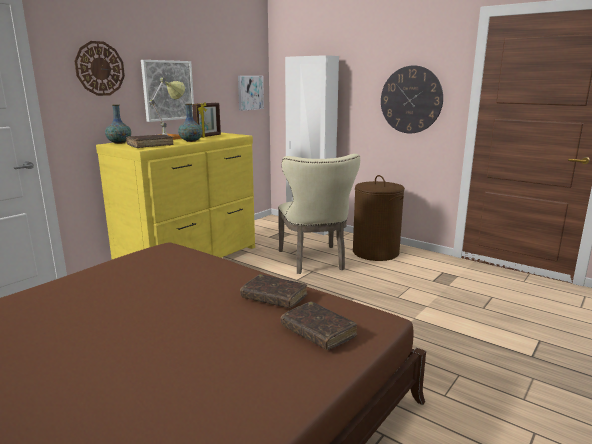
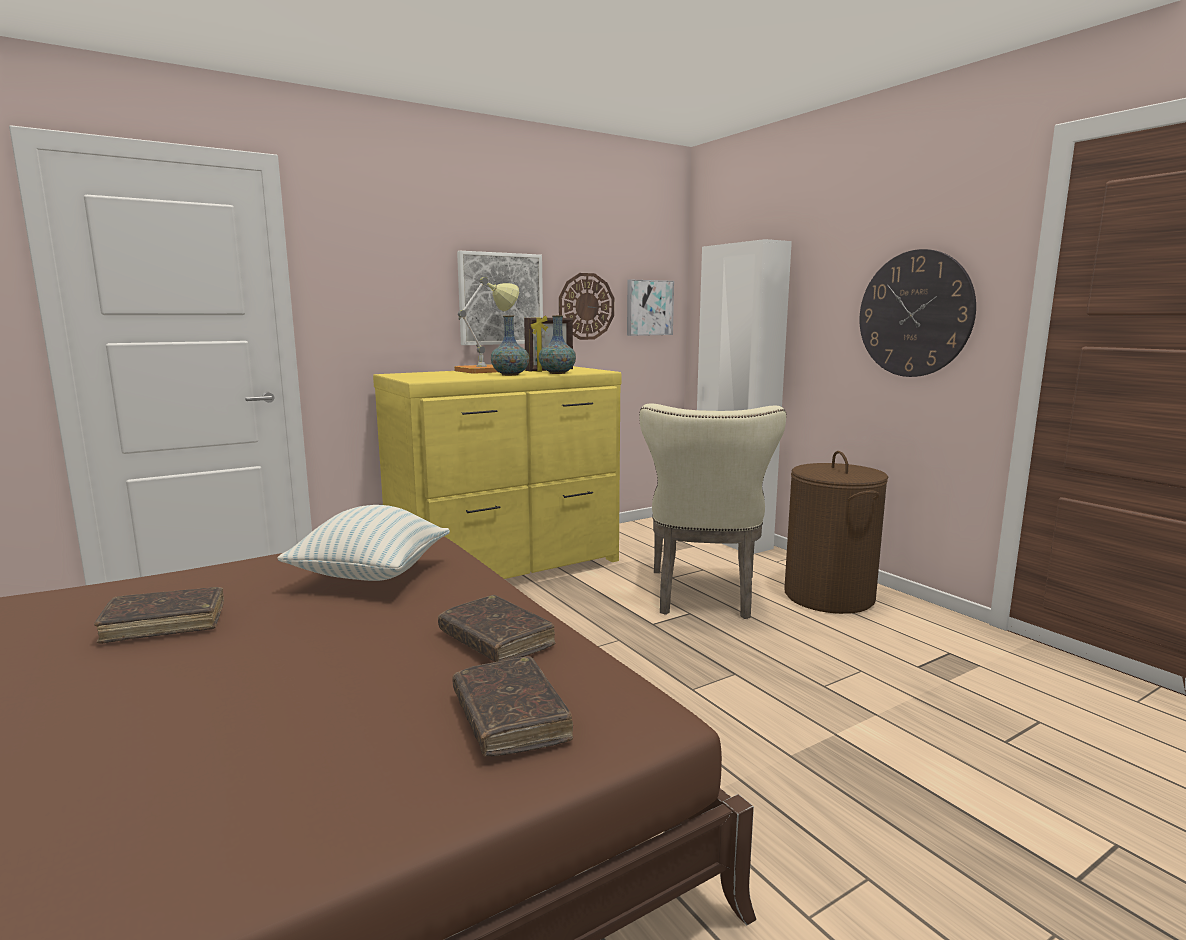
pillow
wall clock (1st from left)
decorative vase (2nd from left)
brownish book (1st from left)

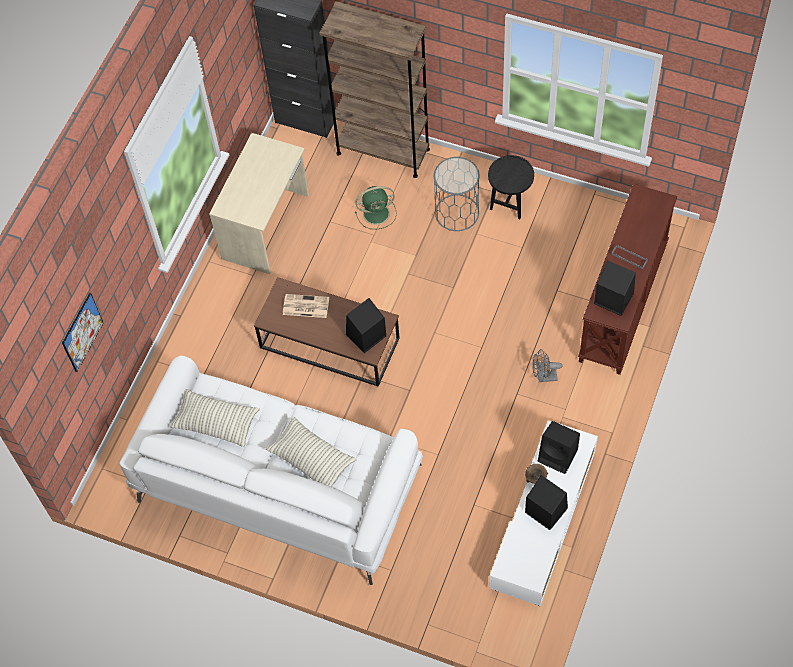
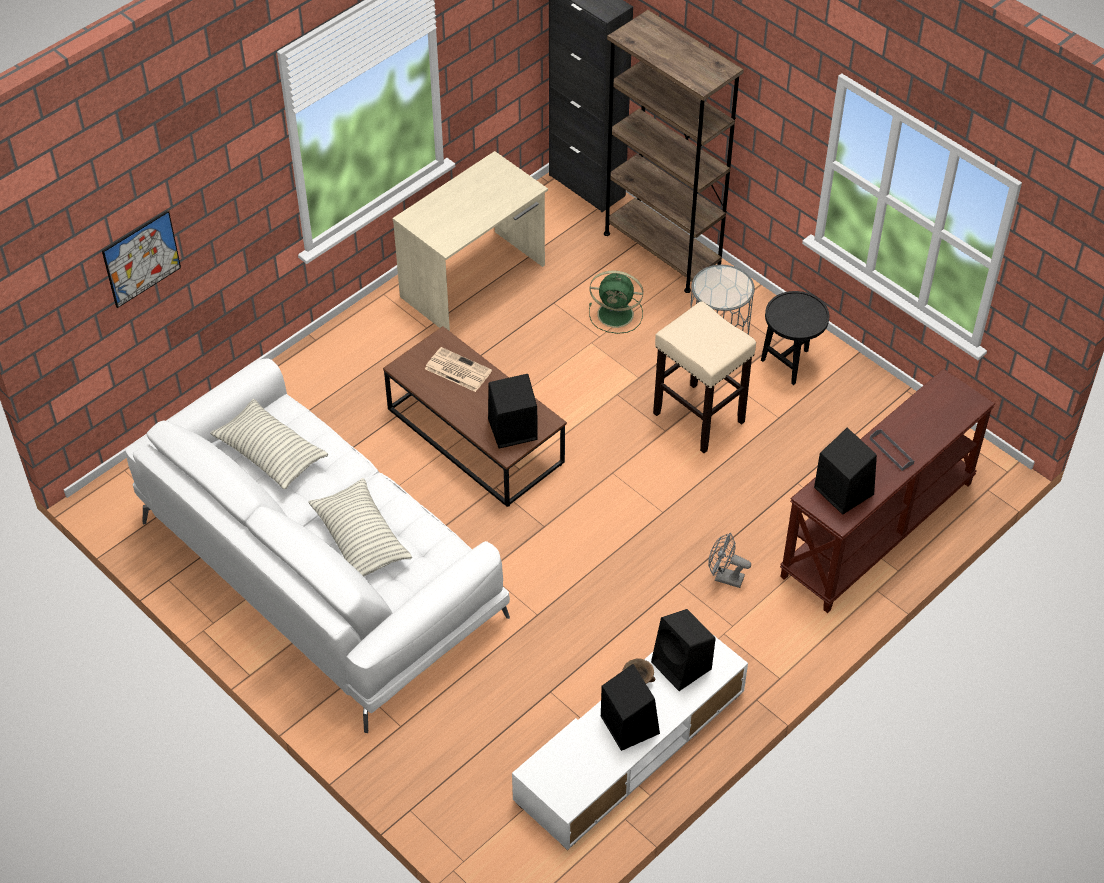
beige stool seat

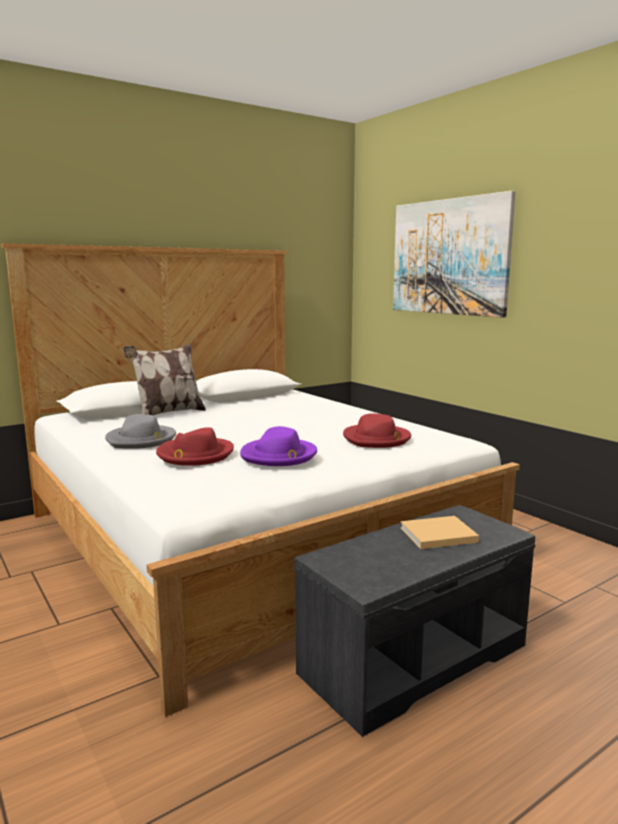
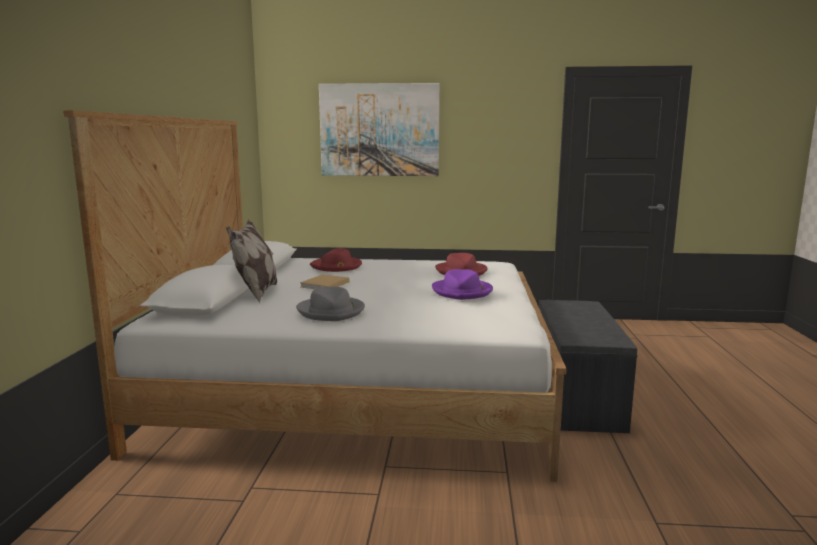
reddish wearable hat (1st from left)
beige book

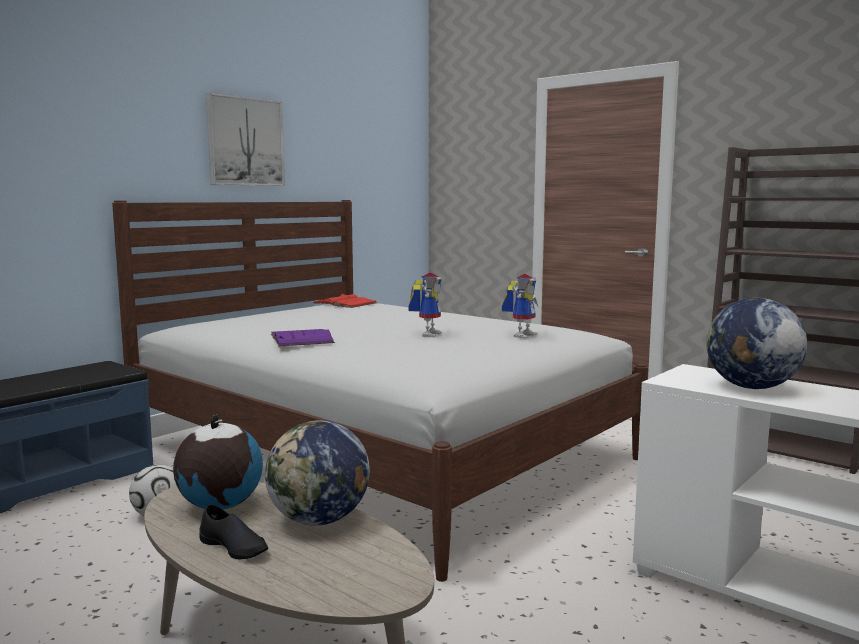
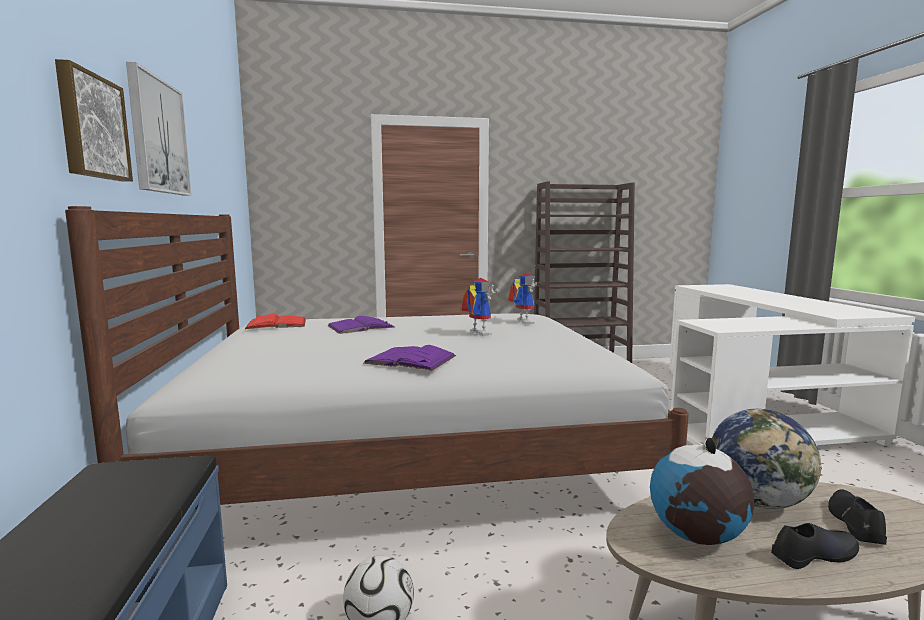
world globe (3rd from left in the first image)
wall art (1st from left)
purple-coloured book (1st from left)
blackish item of footwear (2nd from left)

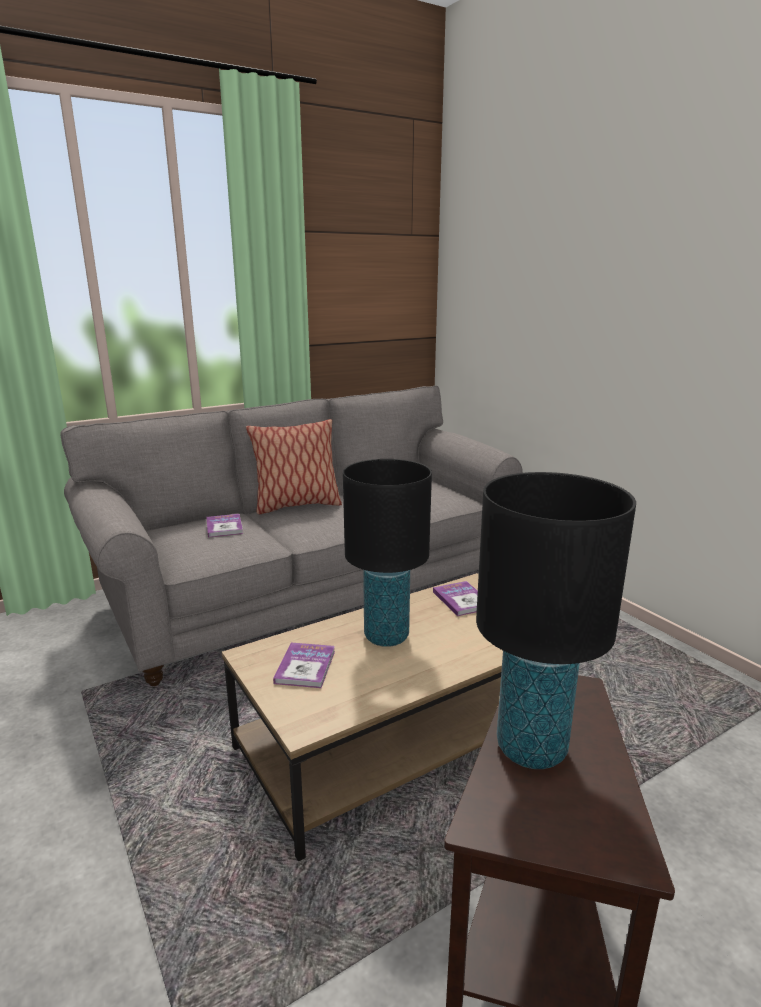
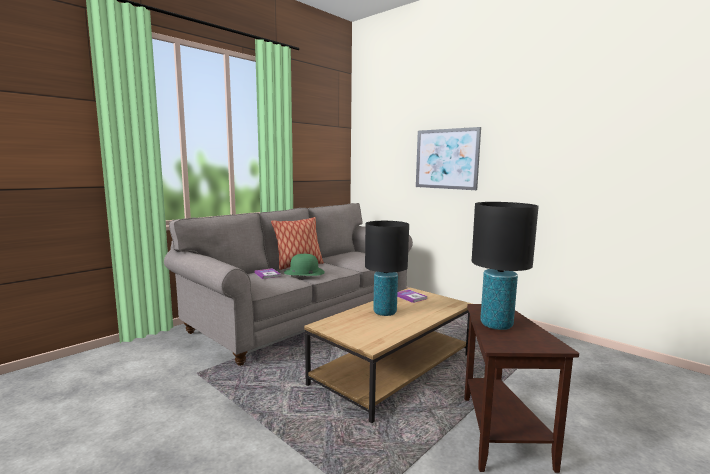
book (2nd from left in the first image)
green-coloured wearable hat
wall art

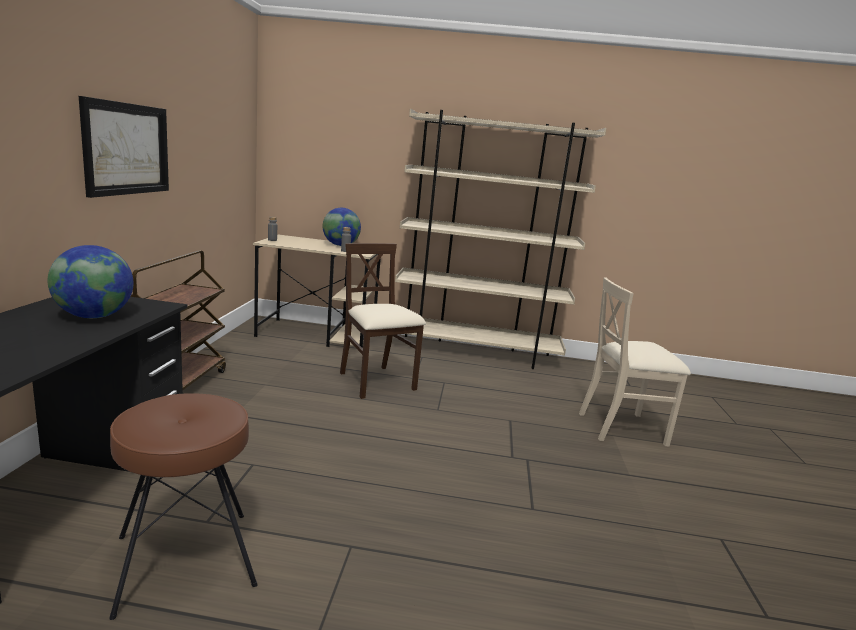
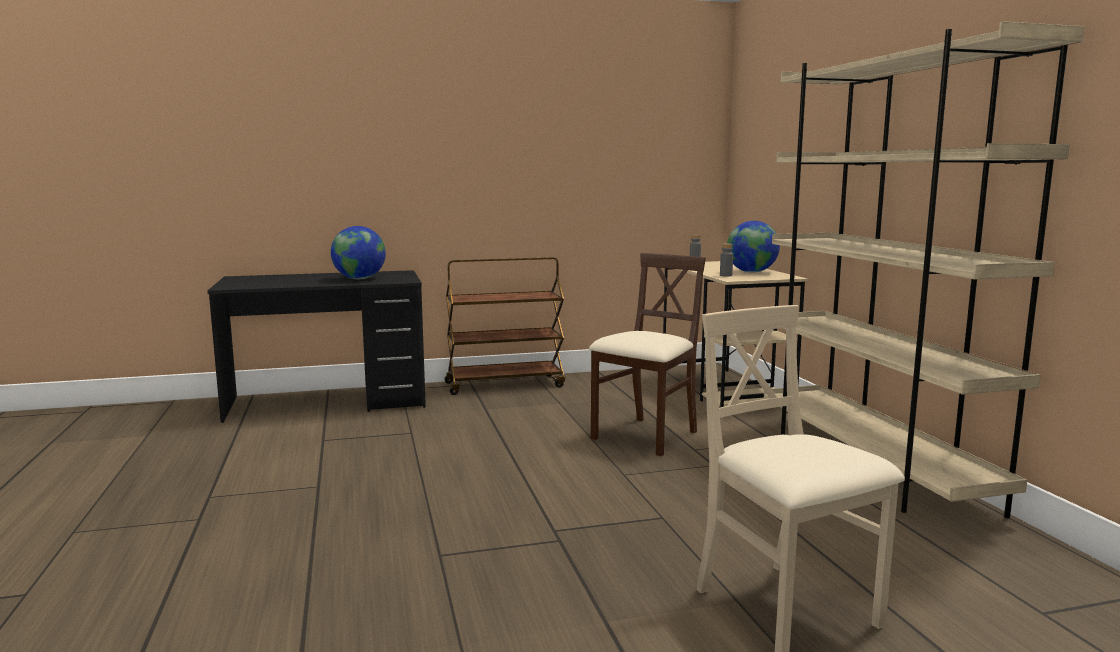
wall art
brownish stool seat

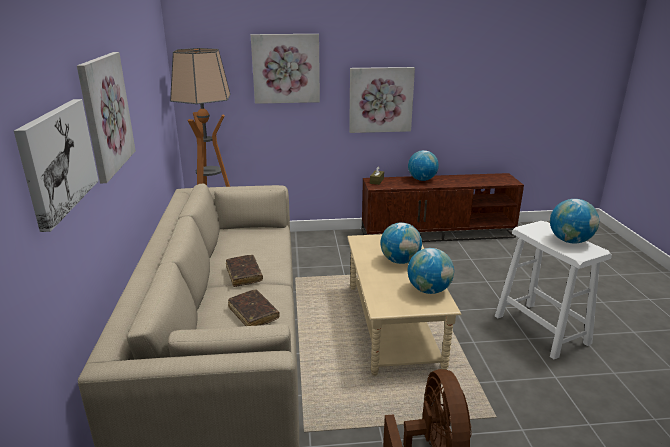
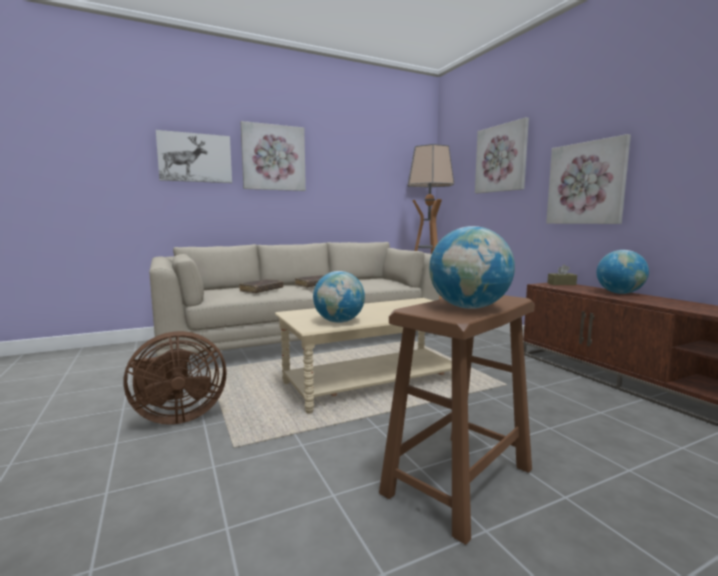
world globe (1st from left in the first image)
brownish stool seat

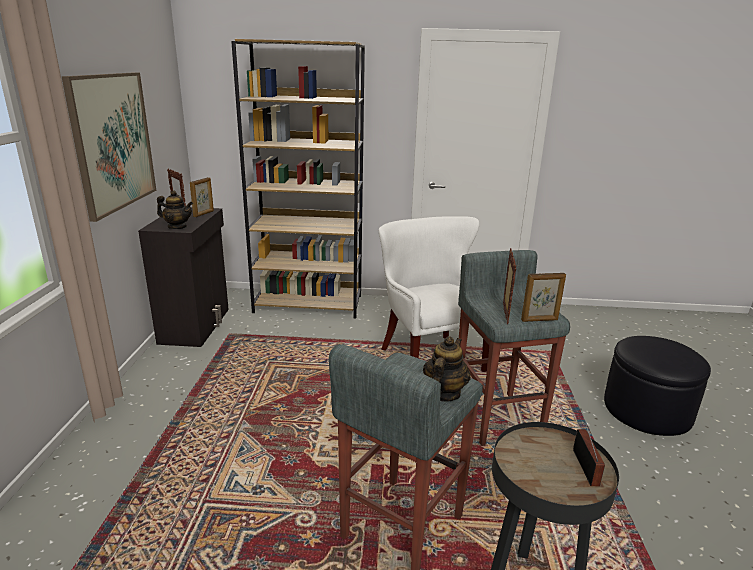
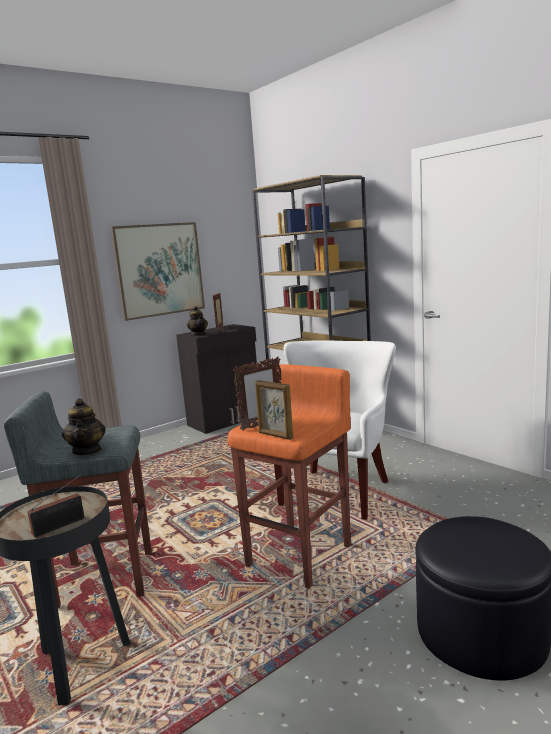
photo frame (2nd from left in the first image)
orange stool seat
tea pot (1st from left)

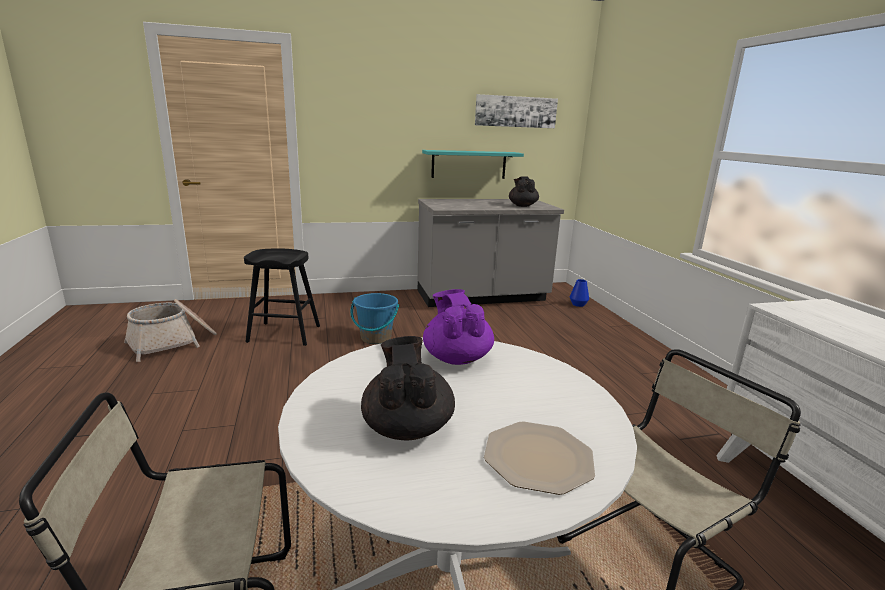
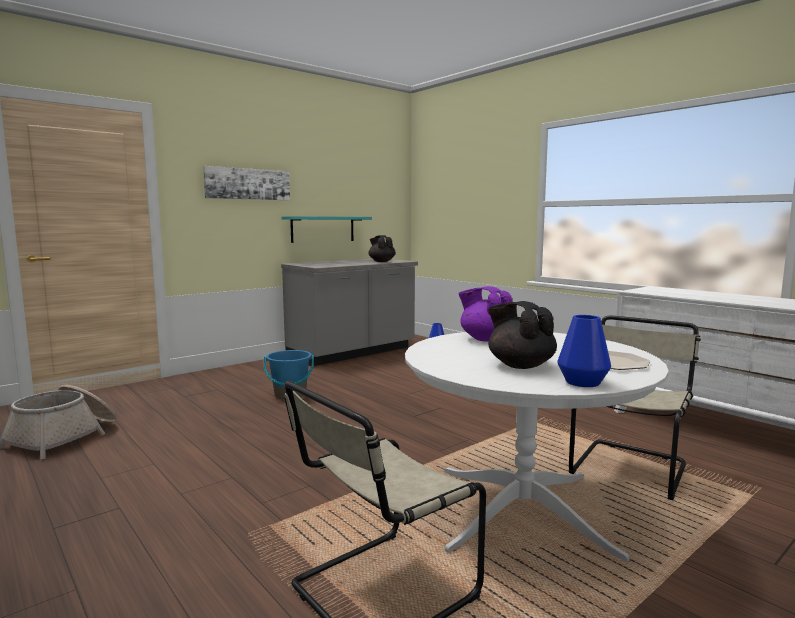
blackish stool seat
blue-coloured decorative vase (2nd from left)
wall art

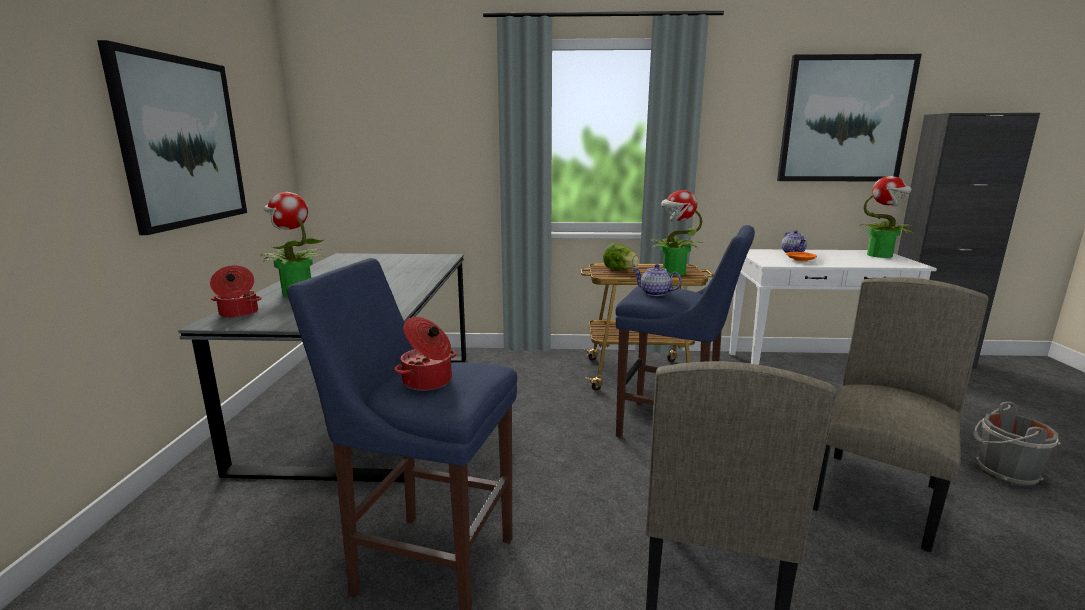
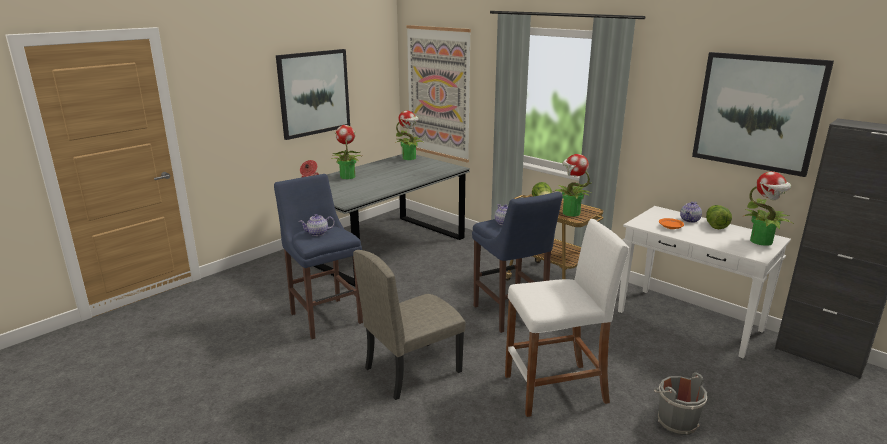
houseplant (2nd from left)
wall art (2nd from left)
lettuce head (2nd from left)
tea pot (1st from left)
white-coloured stool seat

